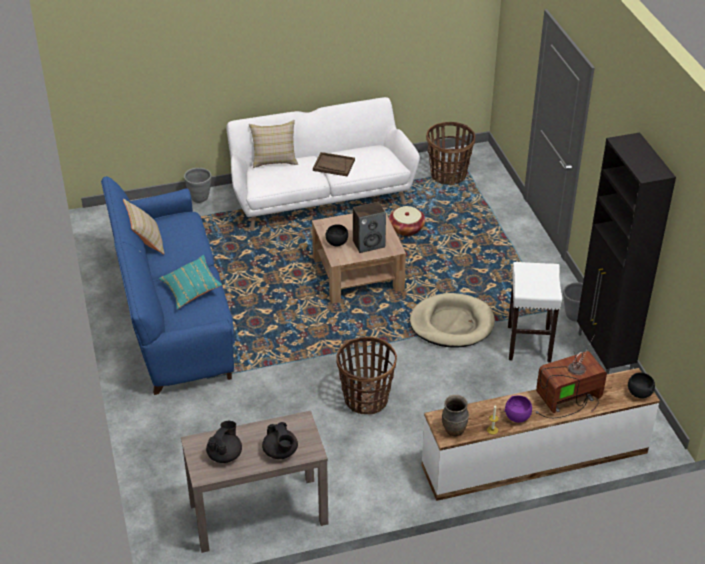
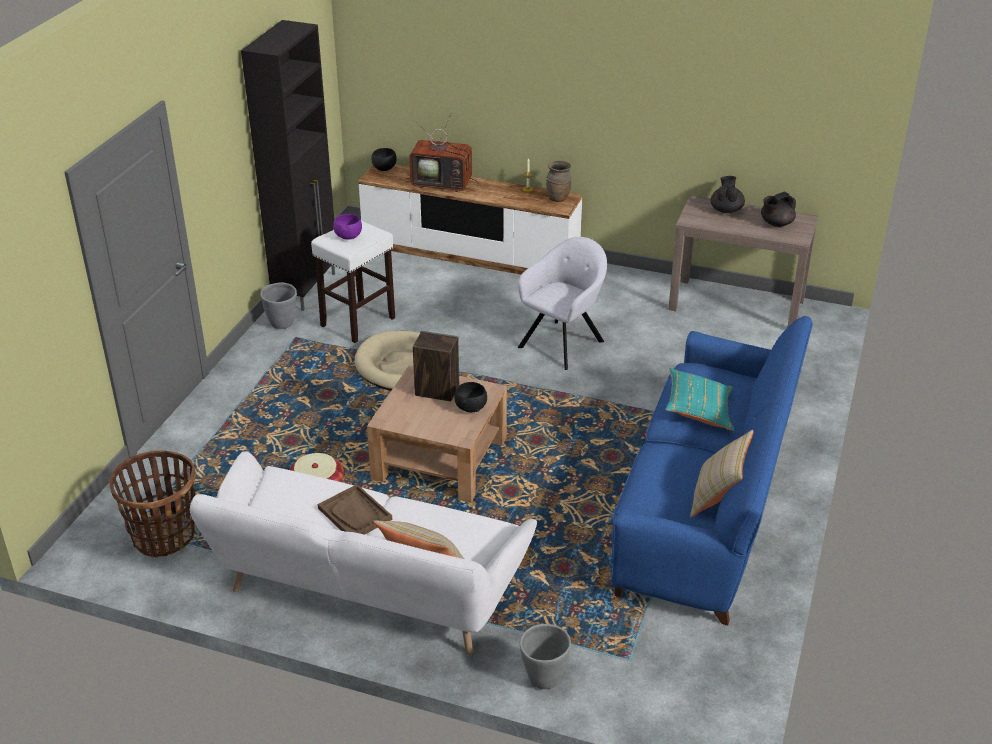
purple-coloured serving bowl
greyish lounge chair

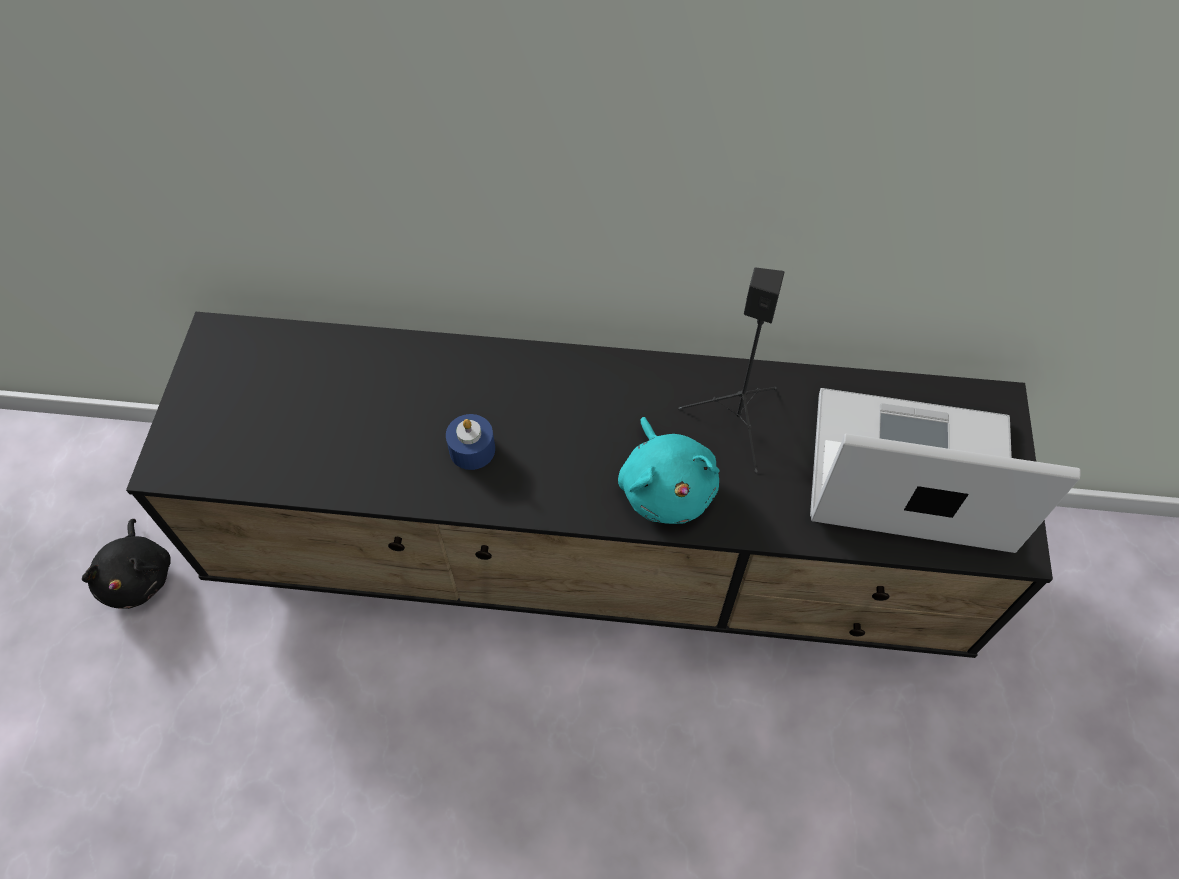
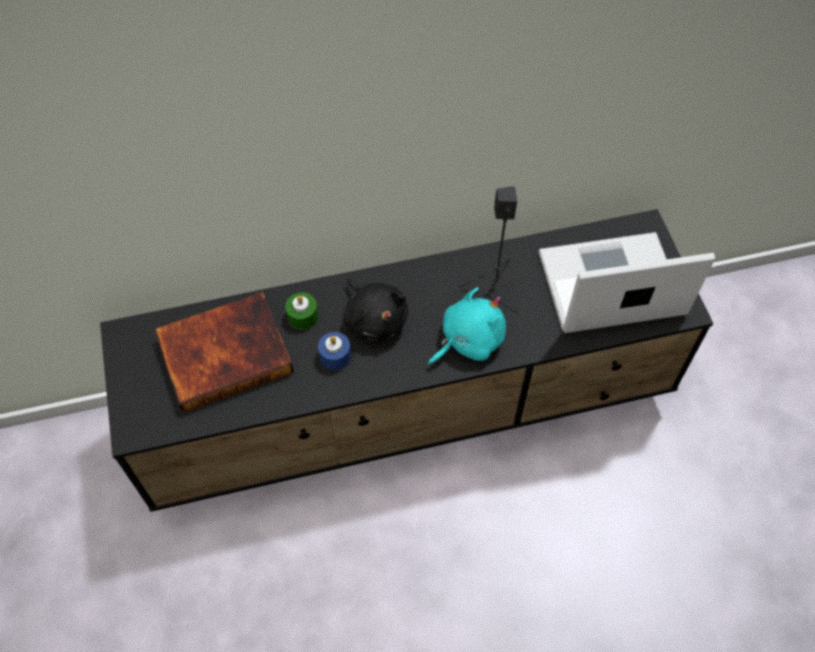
book
green-coloured wax candle
blackish plush toy
blue-green plush toy

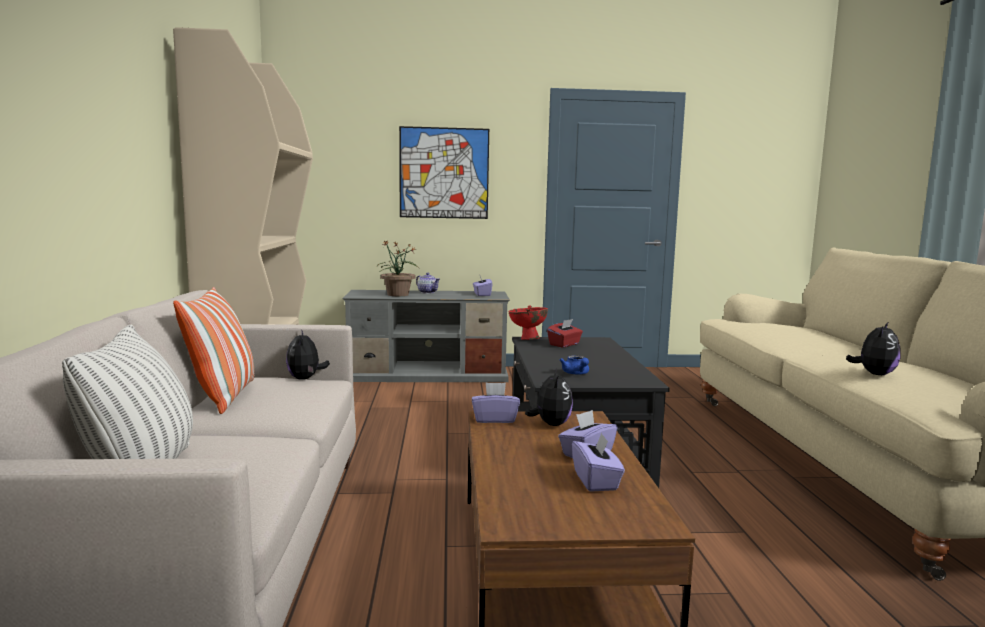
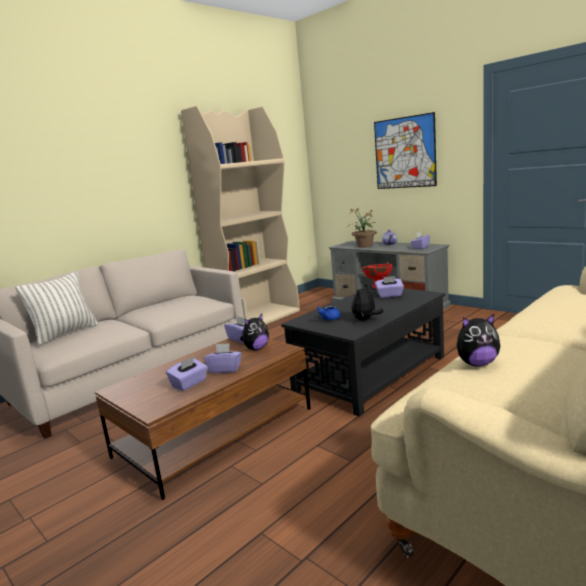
pillow (2nd from left in the first image)
plush toy (2nd from left)
purple-coloured tissue holder (4th from left)

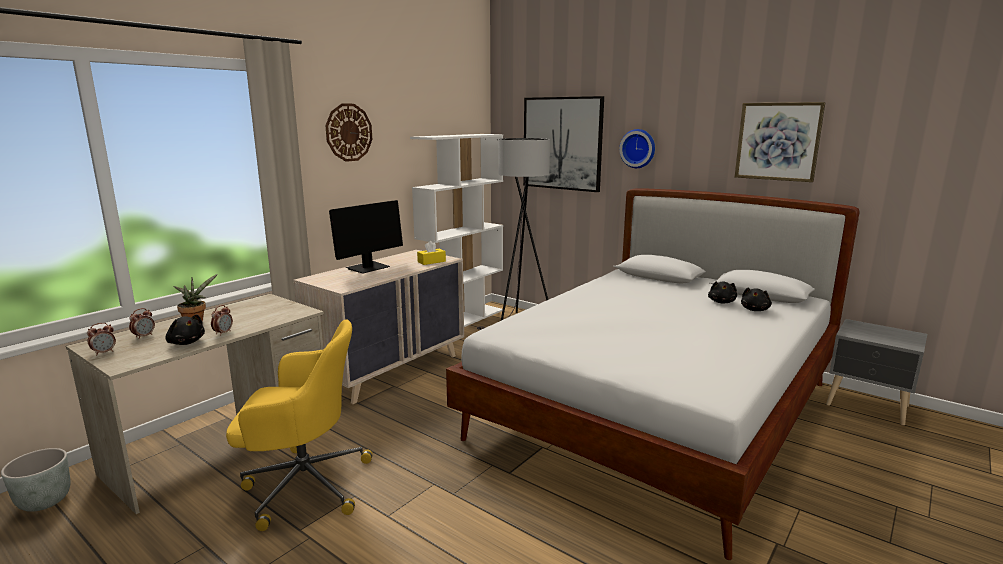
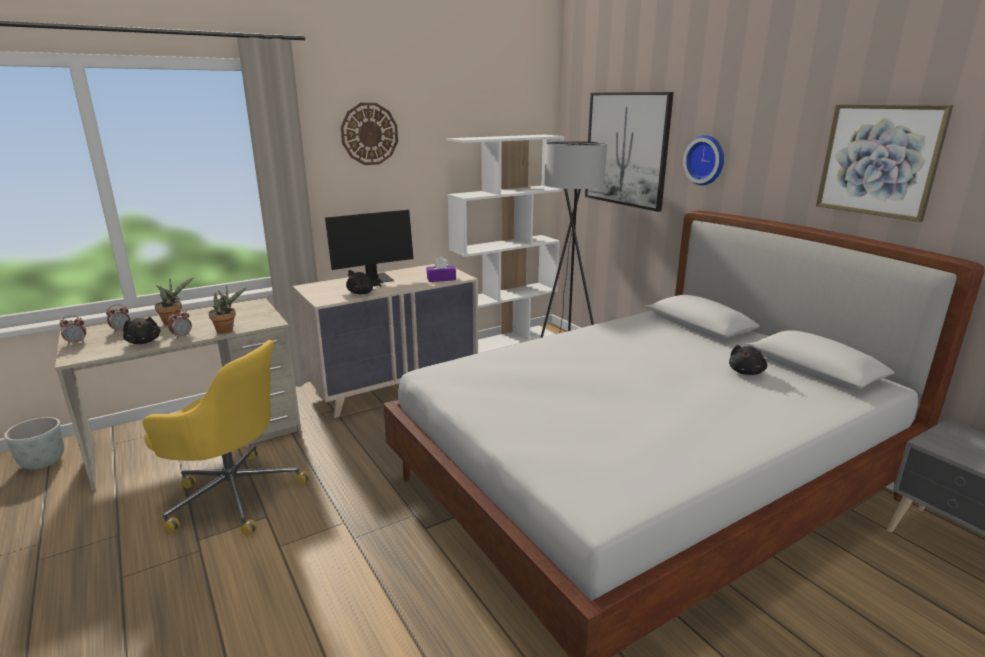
houseplant (2nd from left)
blackish plush toy (2nd from left)
purple-coloured tissue holder

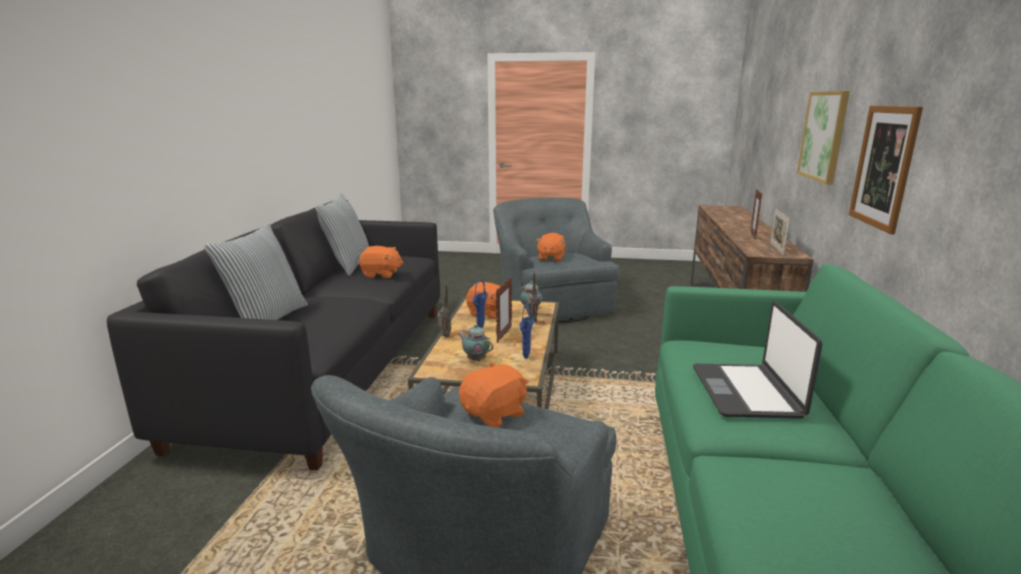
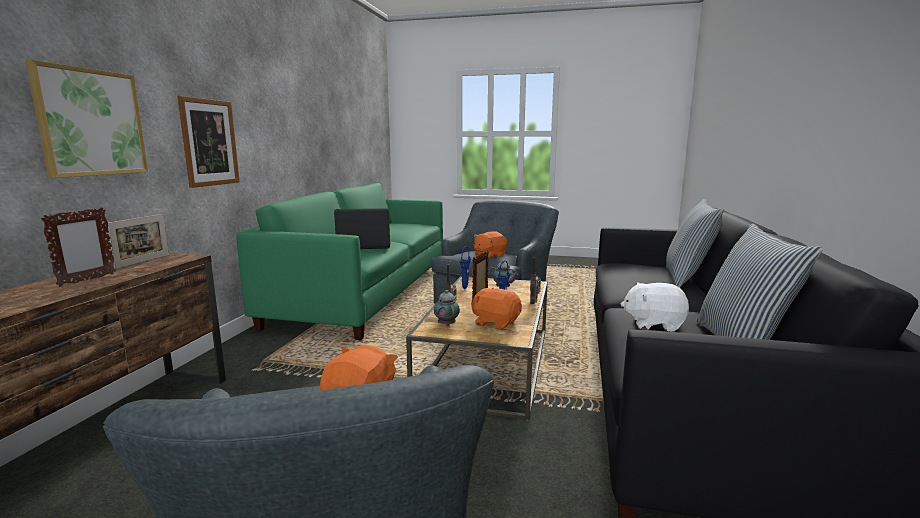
white-coloured plush toy
notebook computer

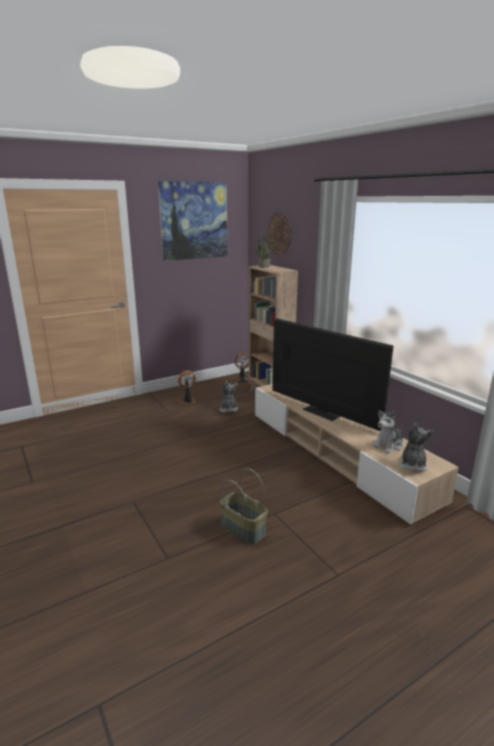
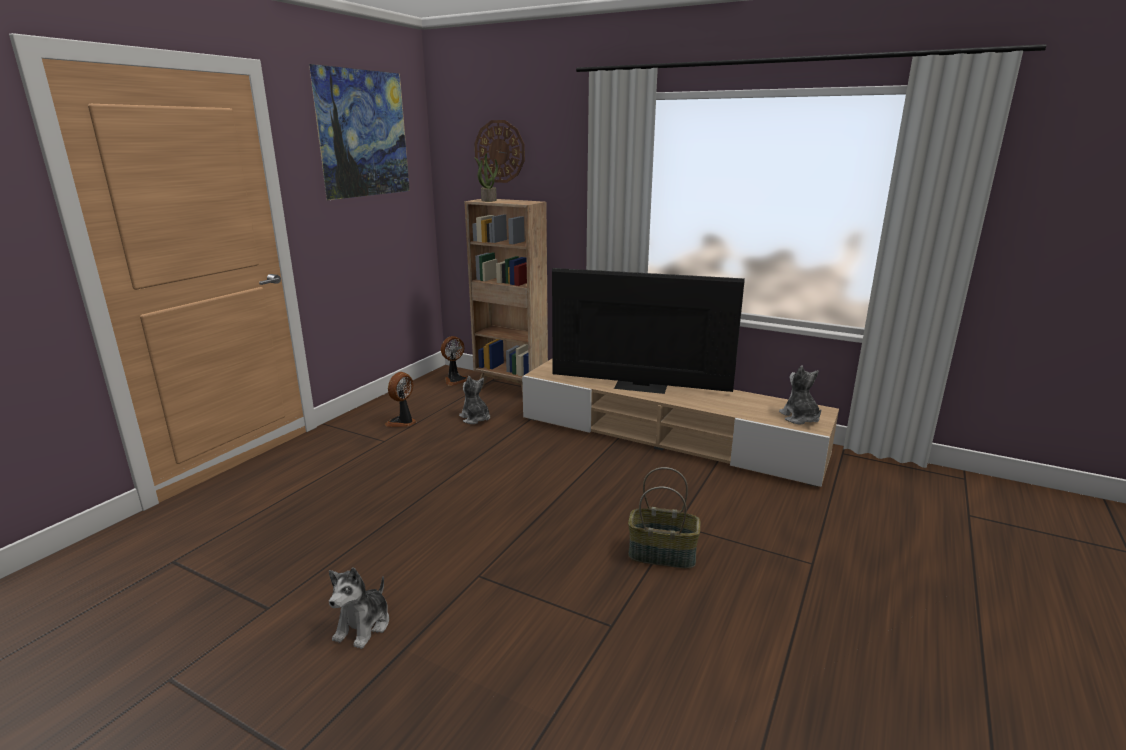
plush toy (1st from left)

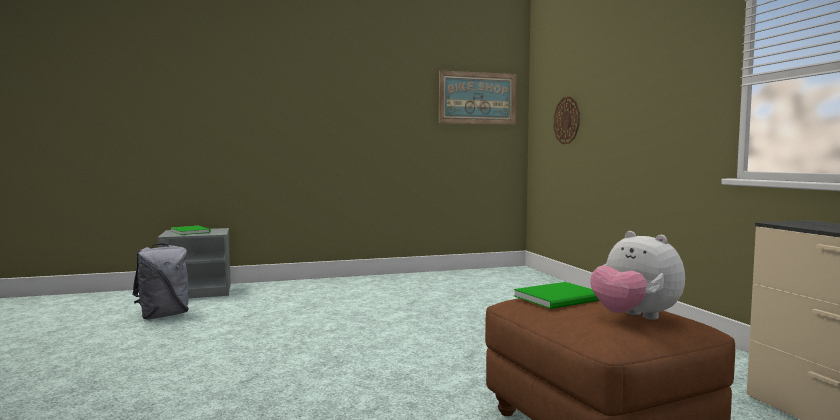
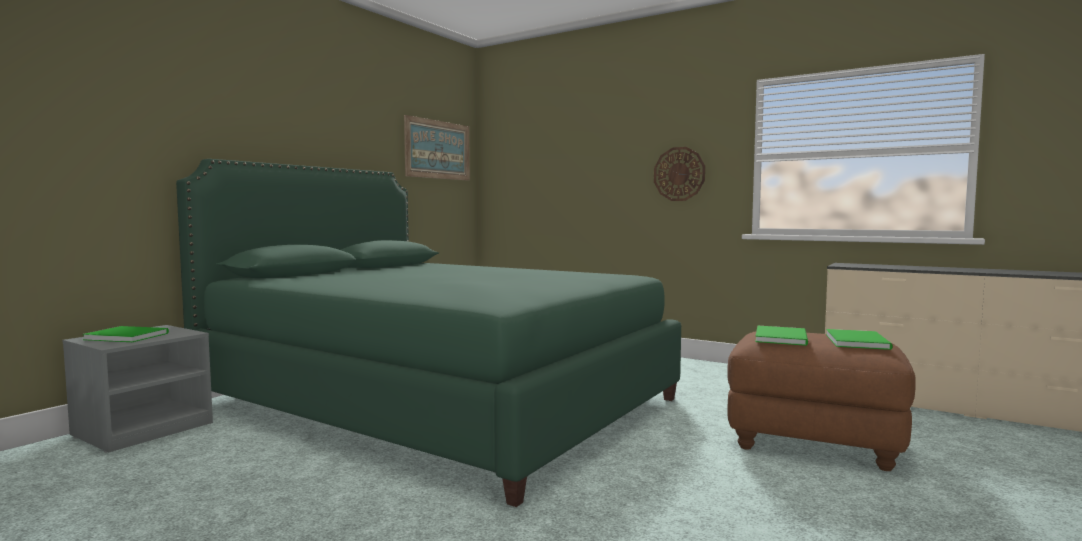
greyish backpack
green-coloured bed
wall clock
green-coloured book (3rd from left)

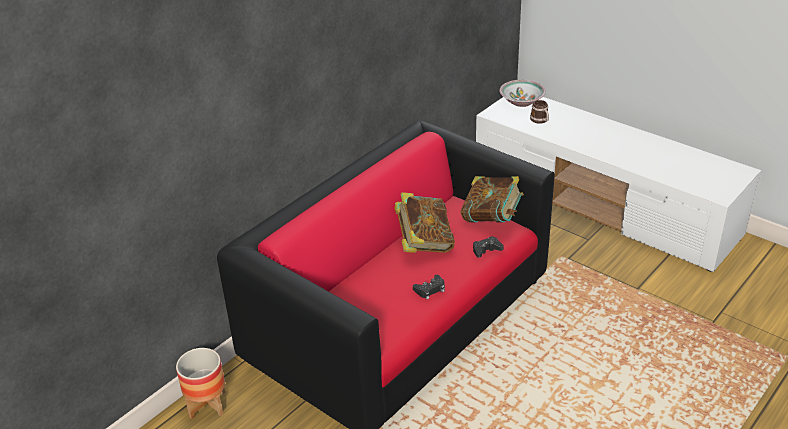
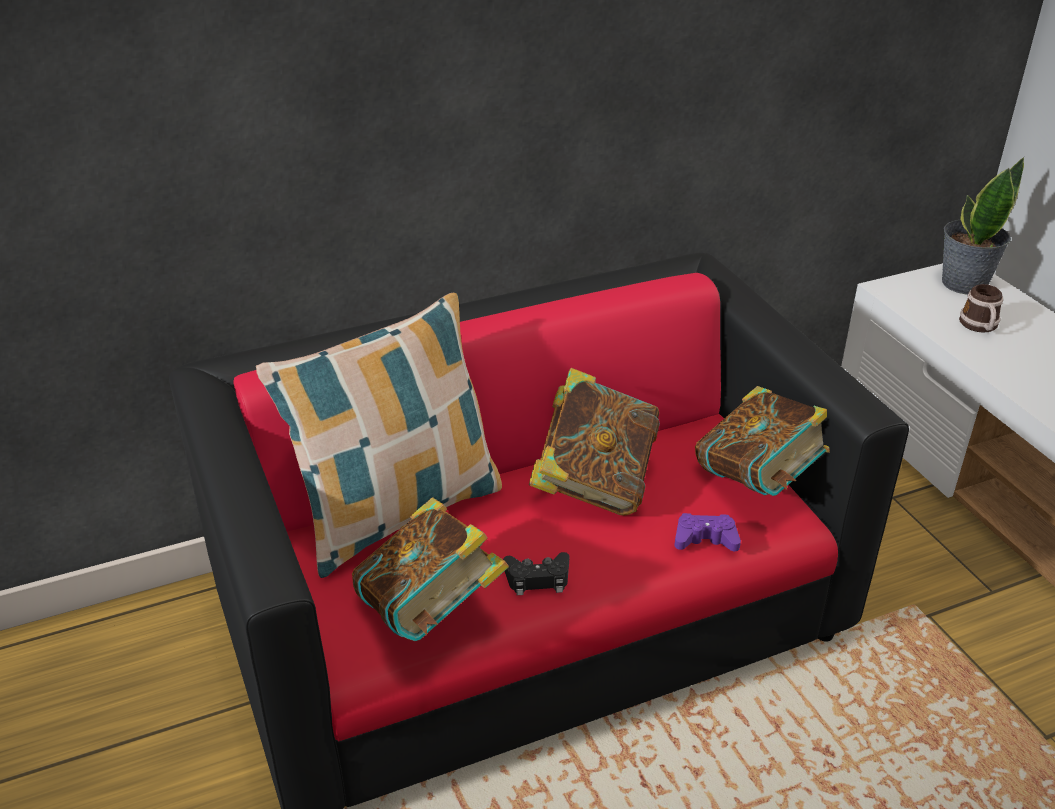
planter
pillow
book (1st from left)
houseplant
purple-coloured game controller

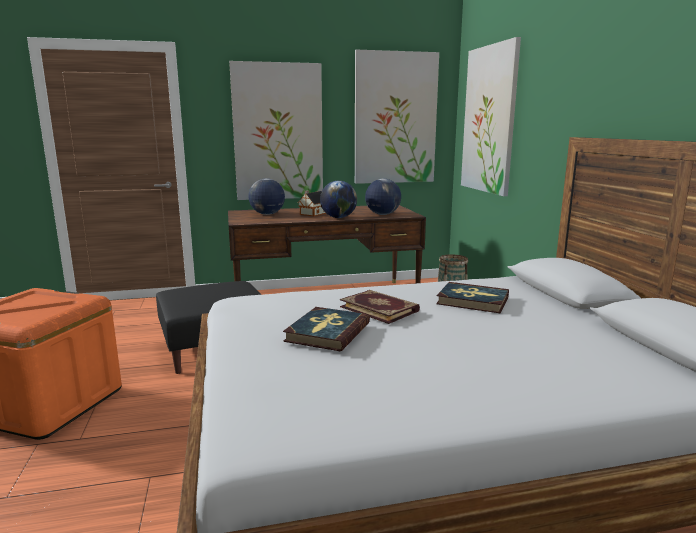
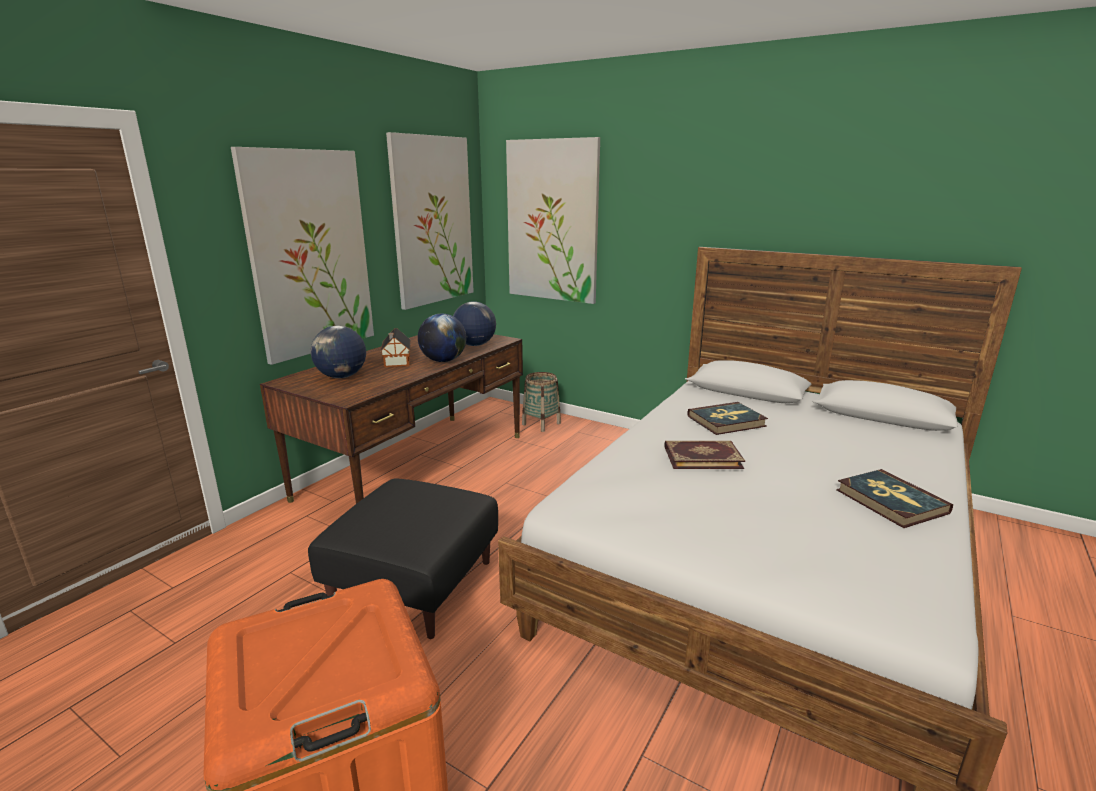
book (3rd from left)

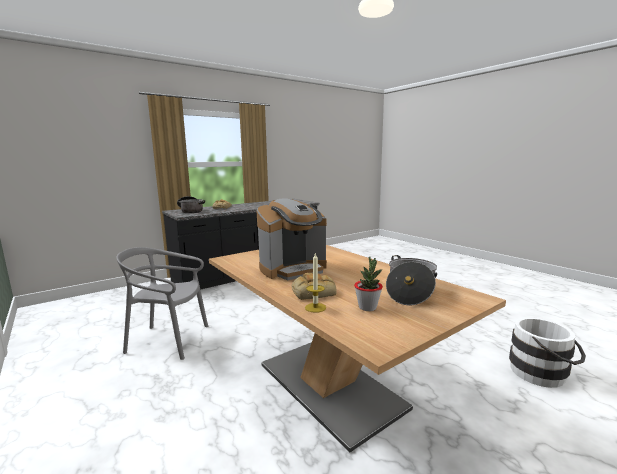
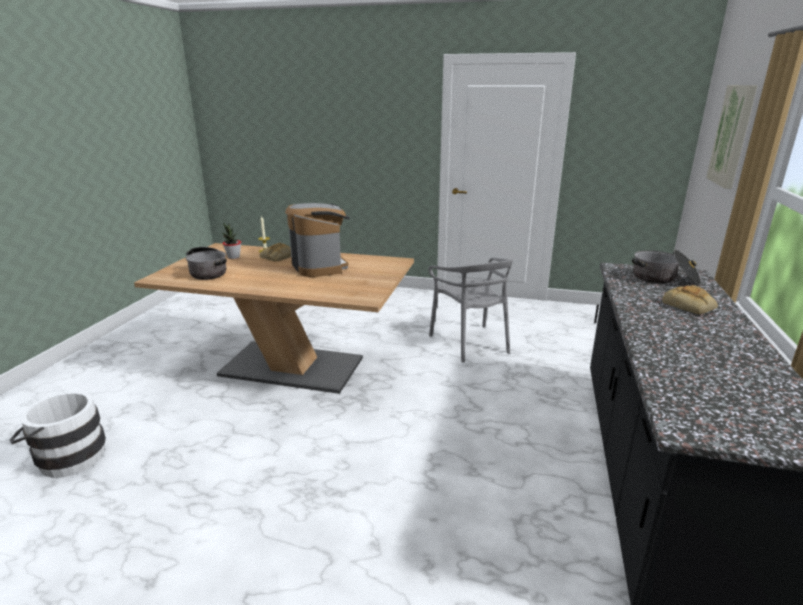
wall art
greyish chair
coffee maker

